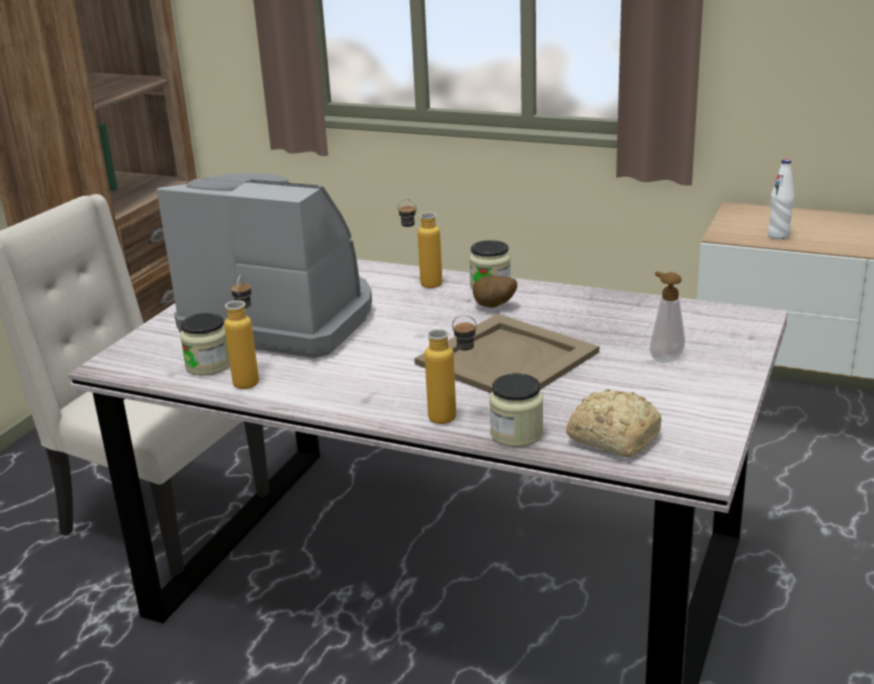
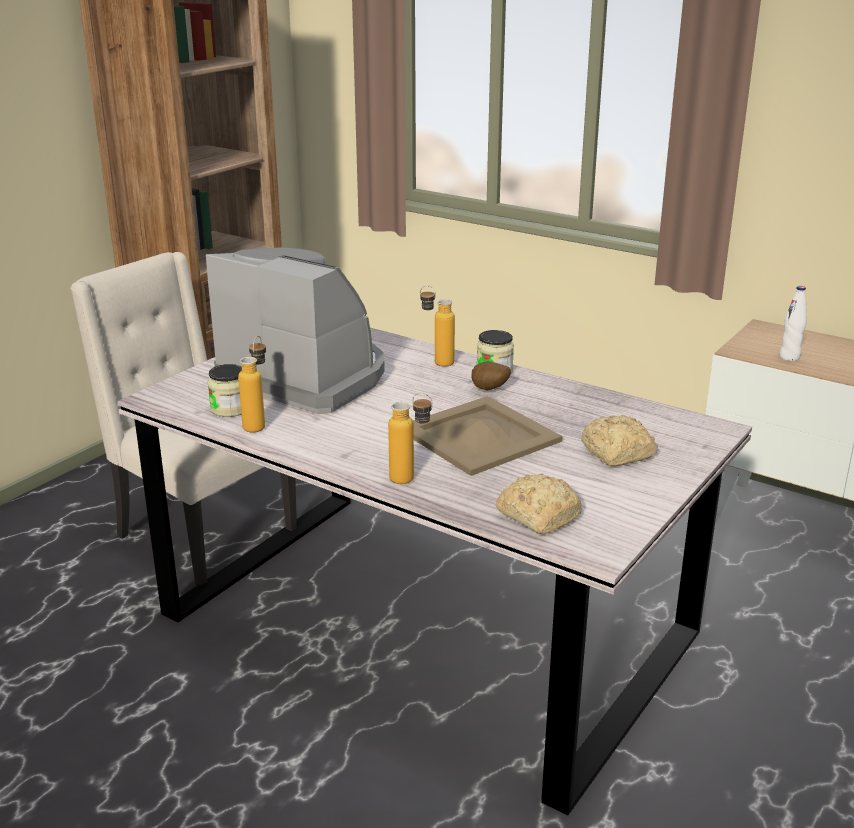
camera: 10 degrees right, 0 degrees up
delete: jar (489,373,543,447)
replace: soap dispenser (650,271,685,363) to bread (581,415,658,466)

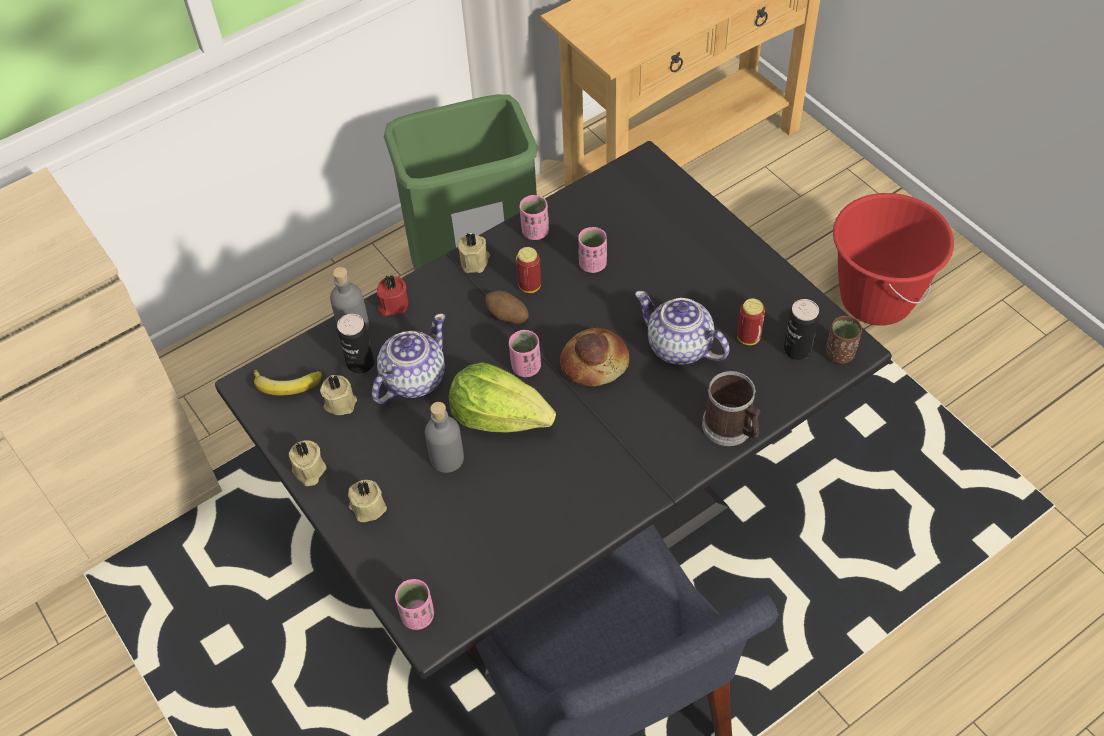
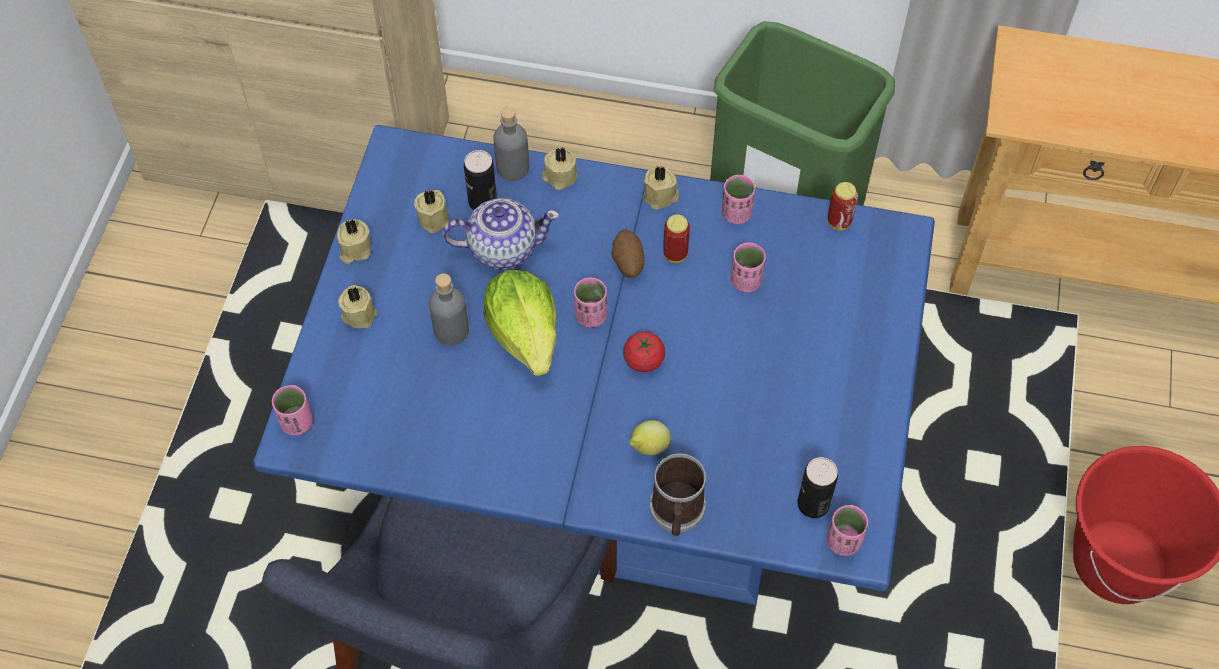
camera: 45 degrees right, 5 degrees up
delete: banana (254,370,322,395); teapot (635,291,730,365)
insert: lemon (630,420,671,455)
move: can (737,298,765,345) to (828,182,858,230)
replace: bread (560,328,629,386) to tomato (623,332,665,372)
recolor: black dining table (215,141,892,679) to blue dining table (253,125,935,605); red candle (377,275,408,316) to beige candle (542,147,578,190); brown cup (826,316,862,364) to pink cup (827,505,868,556)

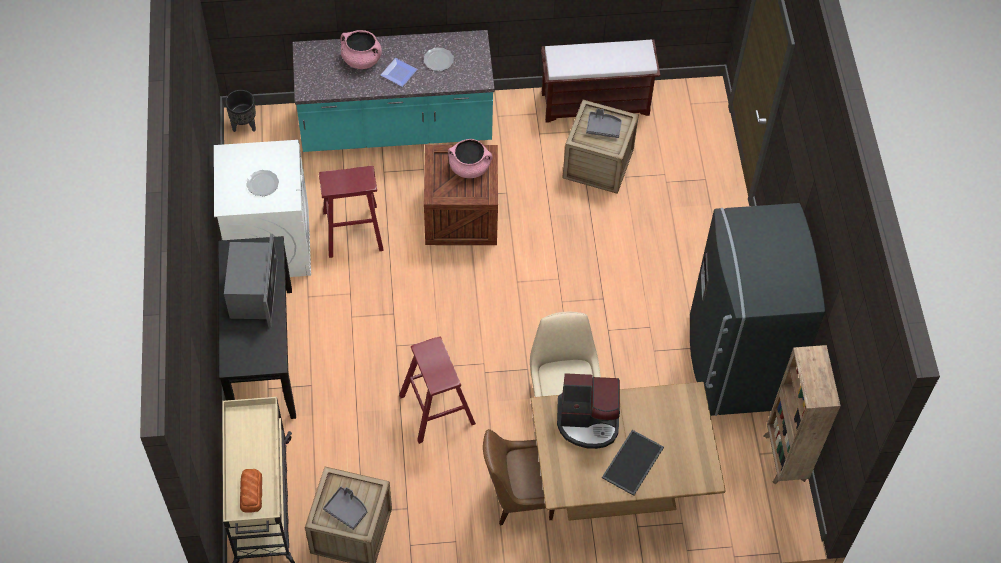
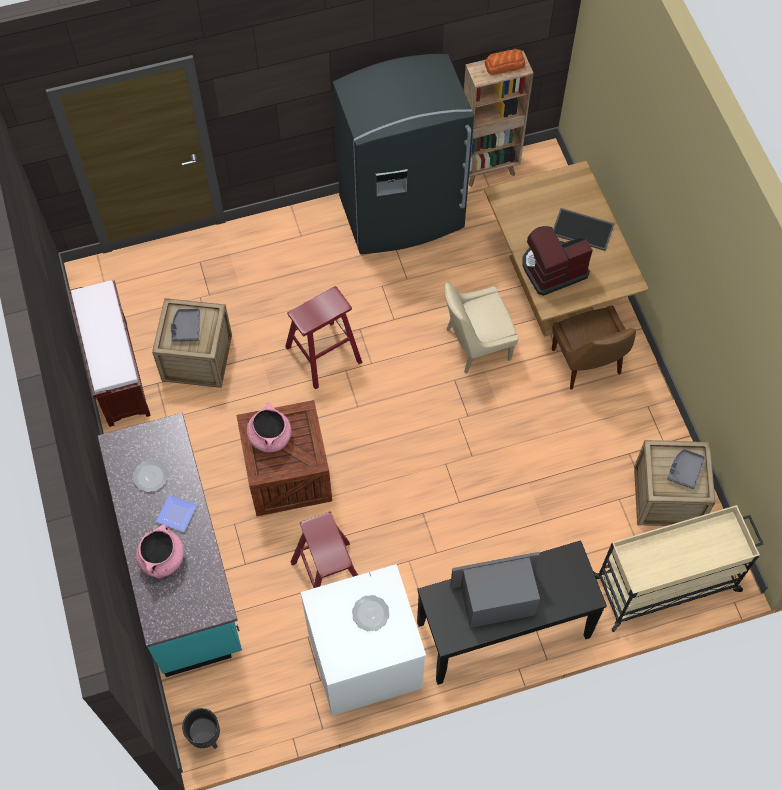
camera: 100 degrees left, 5 degrees up
move: red stool (399,337,476,444) to (285,286,363,390); bread (240,469,262,513) to (485,49,525,75)
rotate: coffee machine (557,373,620,449) = (523,226,593,296) 105 degrees counterclockwise

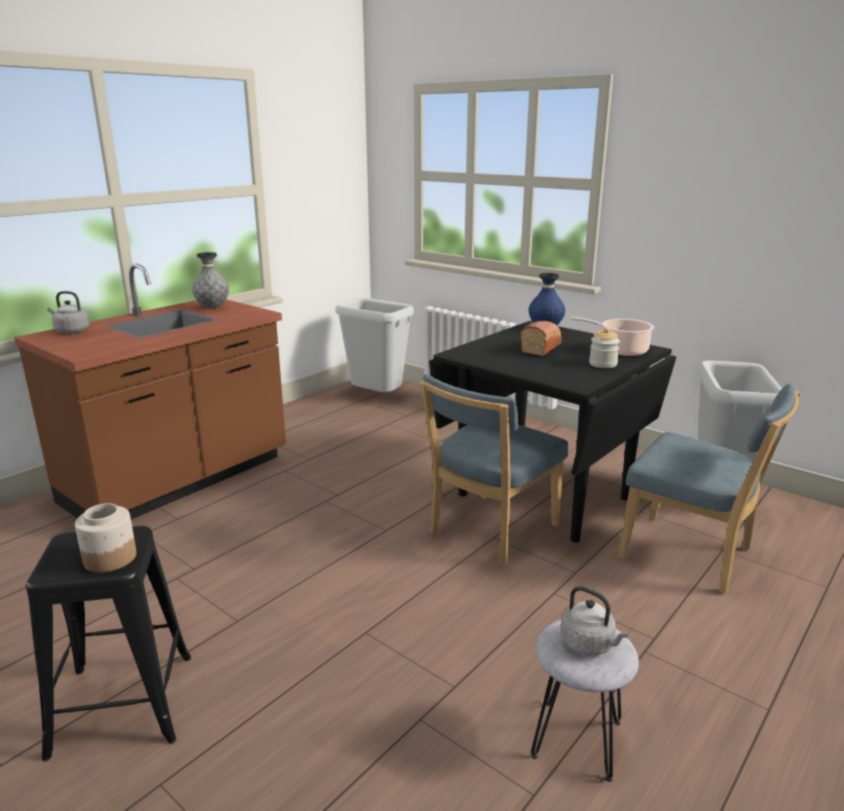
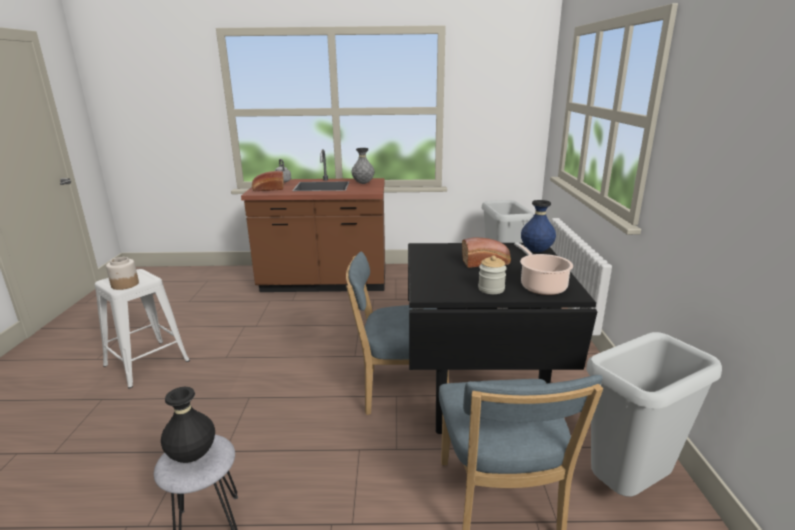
camera: 50 degrees right, 0 degrees up
insert: bread (252,171,284,191)
replace: grey kettle (560,586,629,655) to black vase (161,387,215,463)
recolor: black stool (26,526,192,762) to white stool (95,269,190,388)

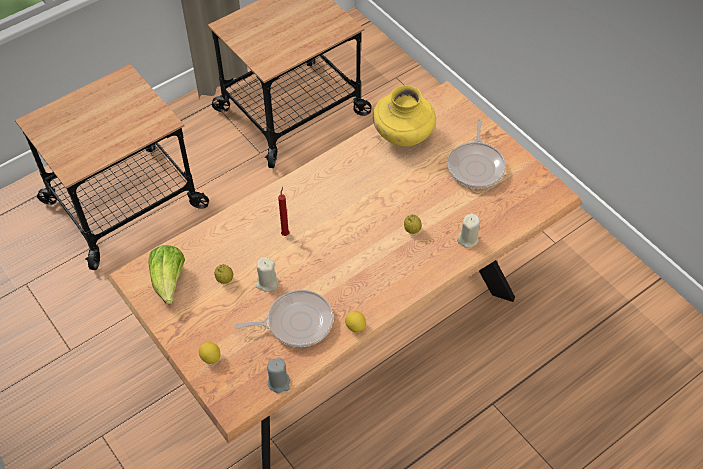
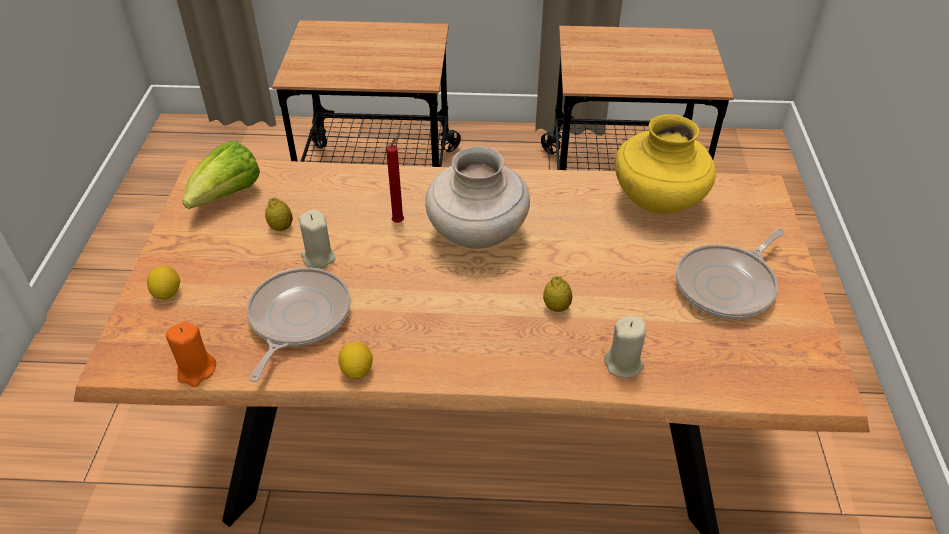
camera: 40 degrees right, 10 degrees down
insert: beige vase (425,146,530,249)
recolor: grey candle (267,358,290,394) to orange candle (166,321,216,387)
rotate: frying pan (234,290,333,347) = (246,267,351,382) 105 degrees counterclockwise

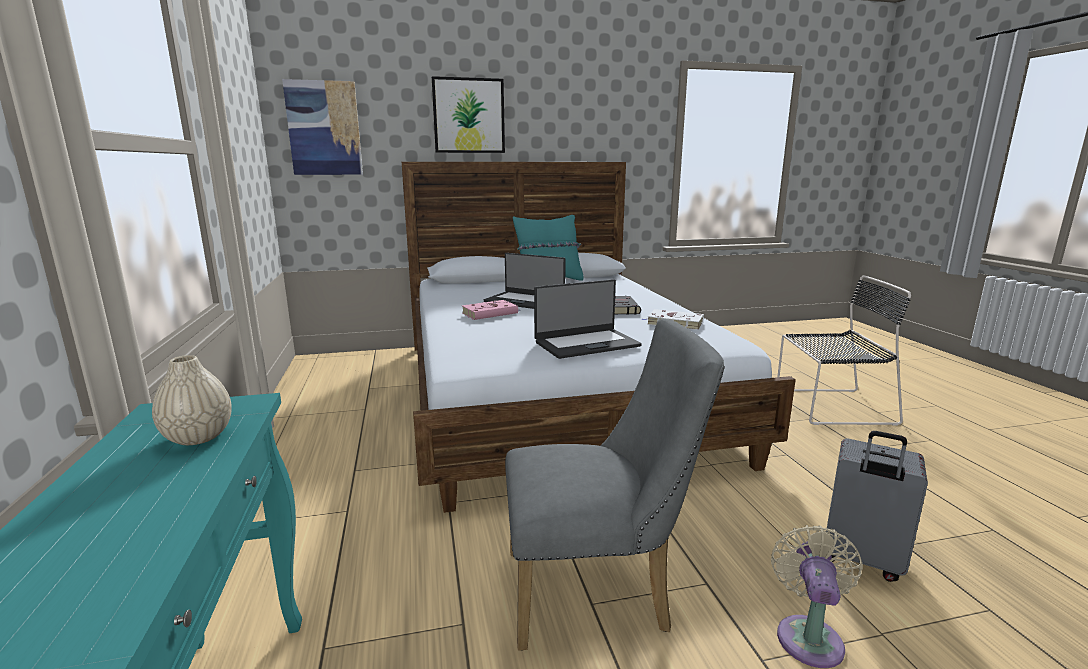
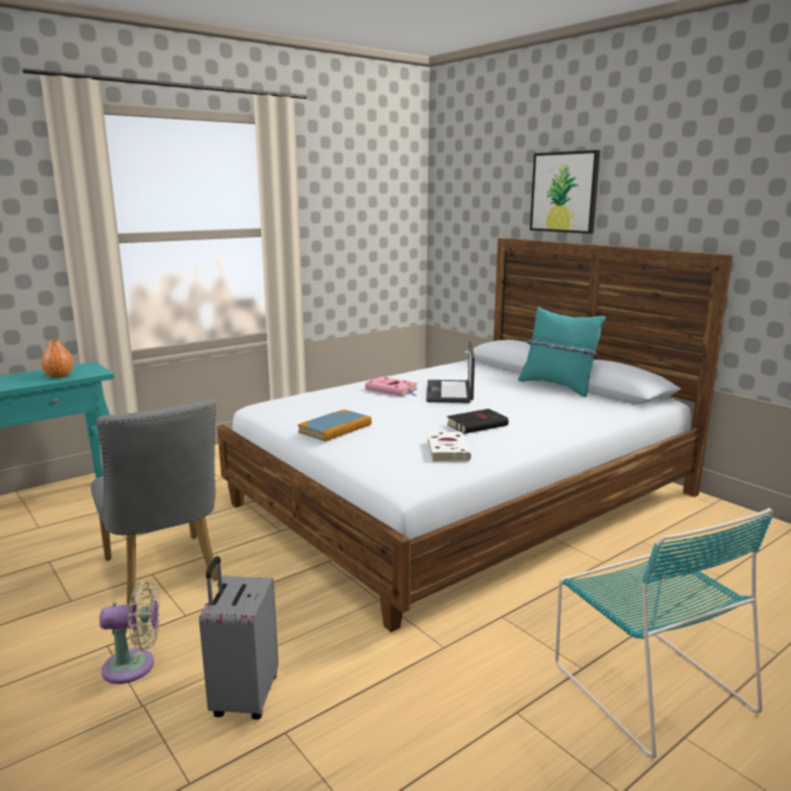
camera: 65 degrees right, 0 degrees up
delete: picture (282,79,363,175)
replace: laptop (534,279,642,359) to book (298,410,372,441)
recolor: beige vase (152,355,232,445) to orange vase (41,340,74,378); black chair (777,275,911,426) to turquoise chair (555,508,773,758)

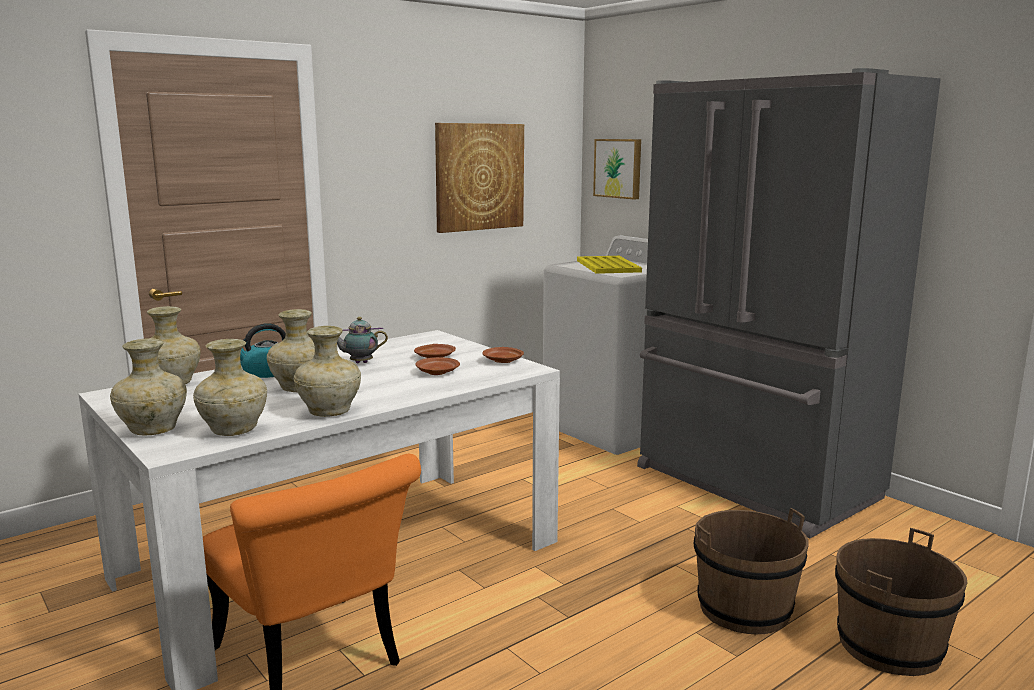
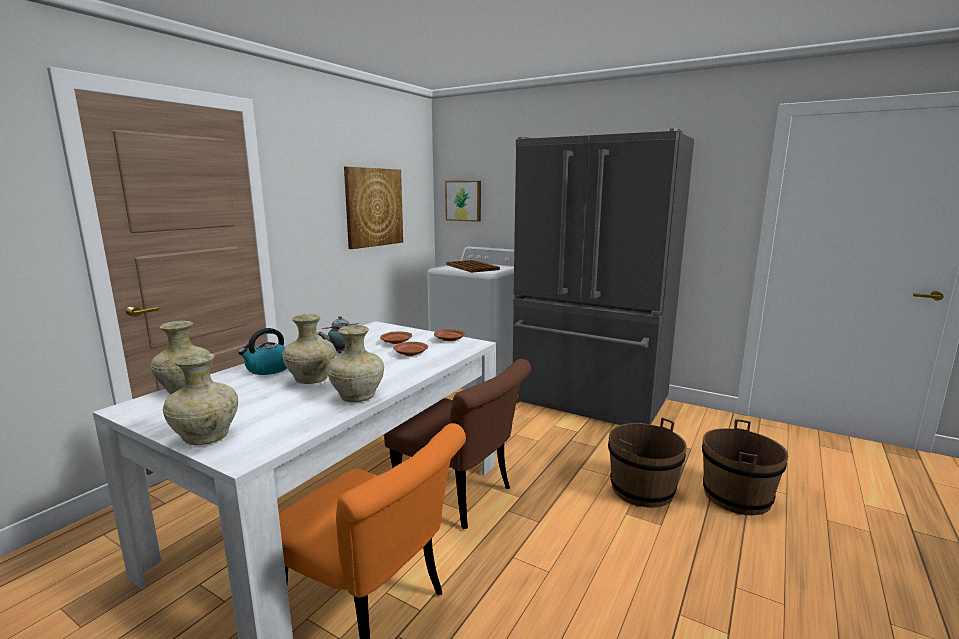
camera: 20 degrees left, 0 degrees up
delete: beige vase (193,339,267,436)
insert: brown chair (384,359,531,529)
recolor: yellow tray (577,256,642,274) to brown tray (446,260,500,273)

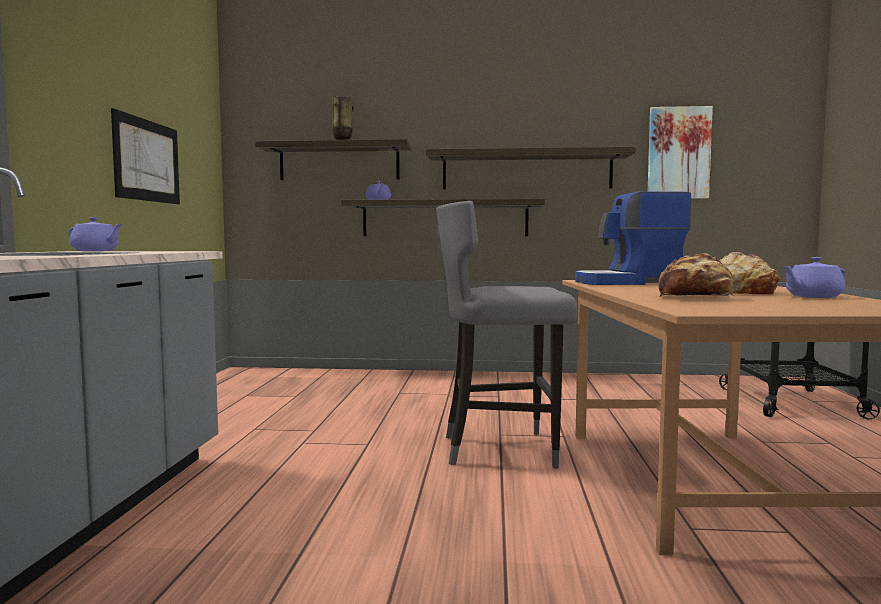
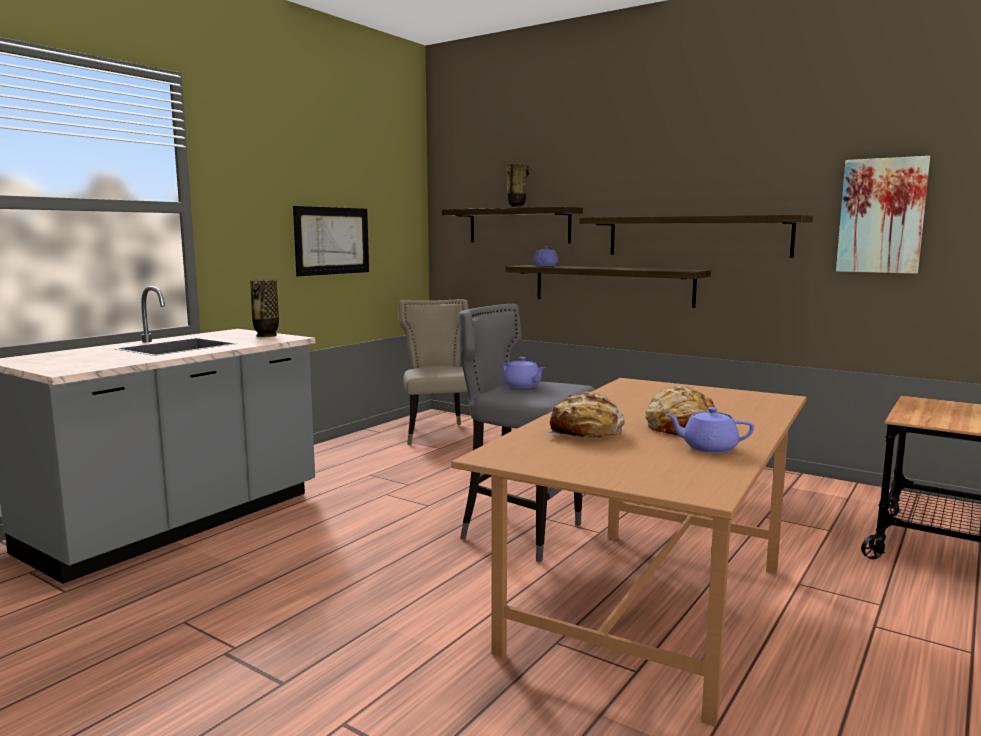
camera: 30 degrees right, 5 degrees up
delete: coffee machine (575,191,691,285)
insert: vase (250,280,279,337); beige chair (399,299,474,445)
move: purple teapot (69,217,122,251) to (503,357,545,388)

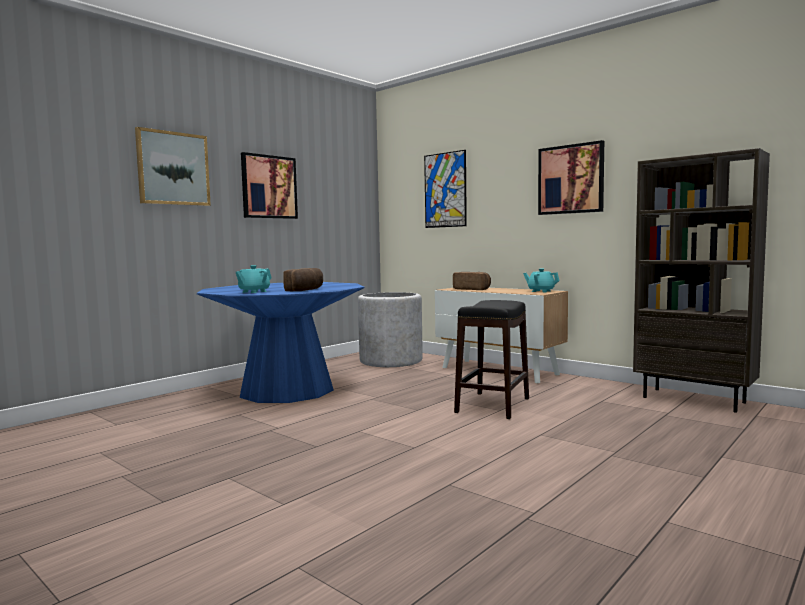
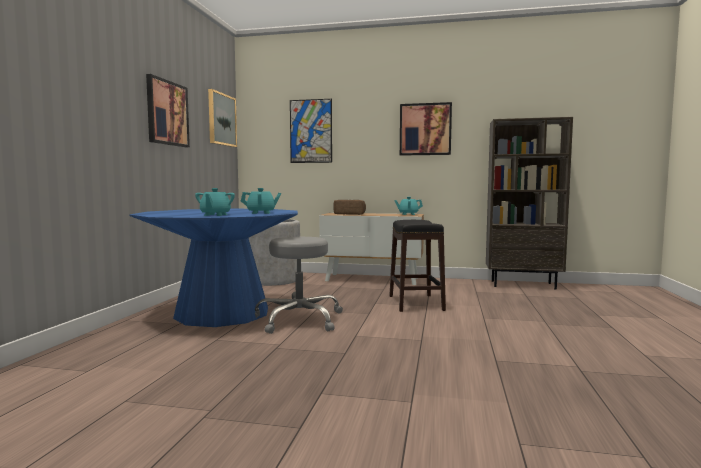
camera: 30 degrees left, 0 degrees up
insert: grey stool (255,237,343,334)
move: picture (135,127,211,206) to (208,89,237,147)
replace: bread (283,268,323,291) to turquoise teapot (241,188,281,214)

